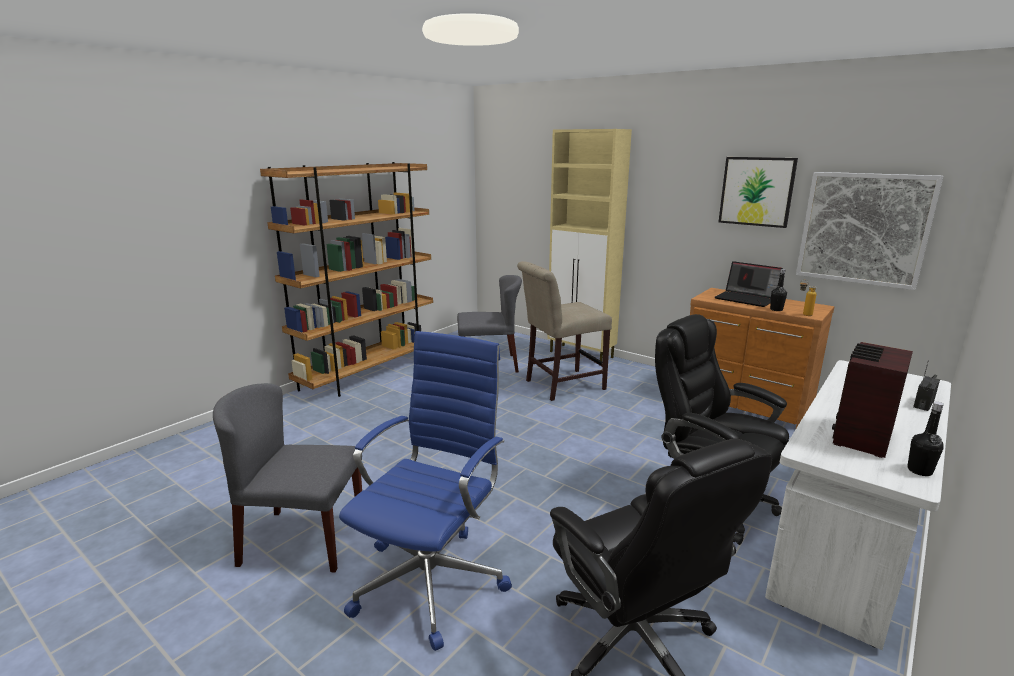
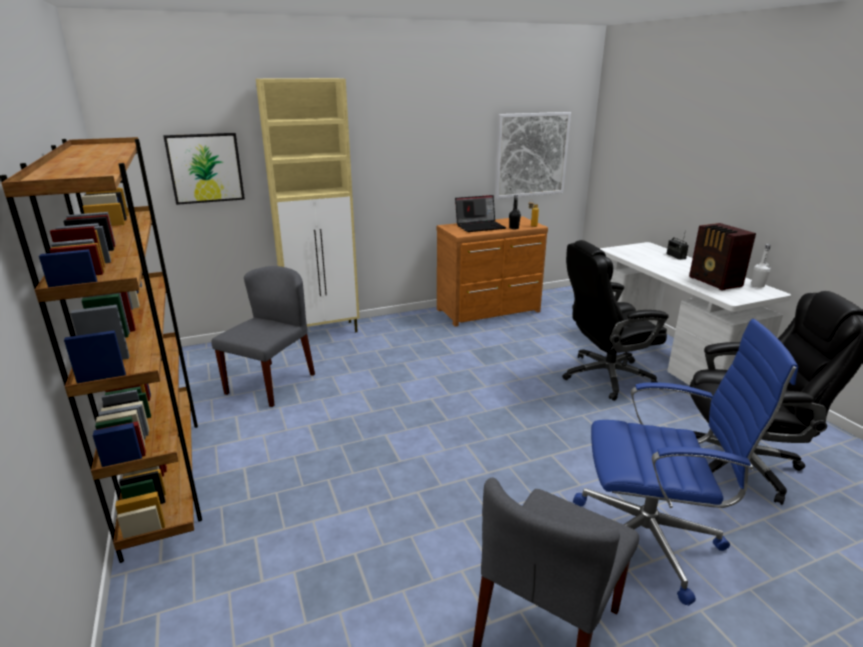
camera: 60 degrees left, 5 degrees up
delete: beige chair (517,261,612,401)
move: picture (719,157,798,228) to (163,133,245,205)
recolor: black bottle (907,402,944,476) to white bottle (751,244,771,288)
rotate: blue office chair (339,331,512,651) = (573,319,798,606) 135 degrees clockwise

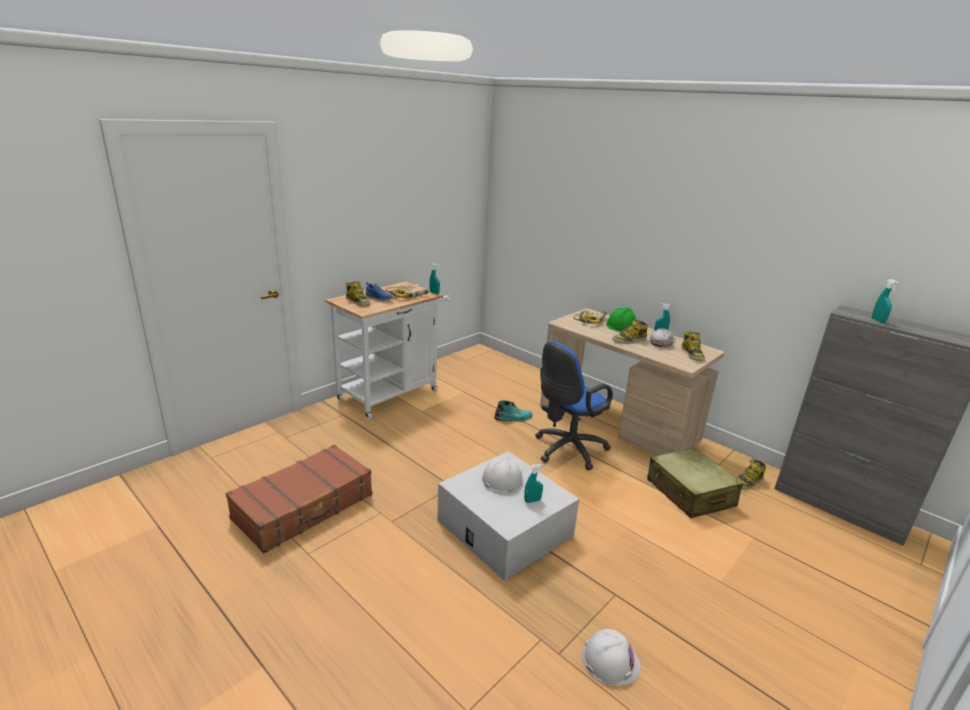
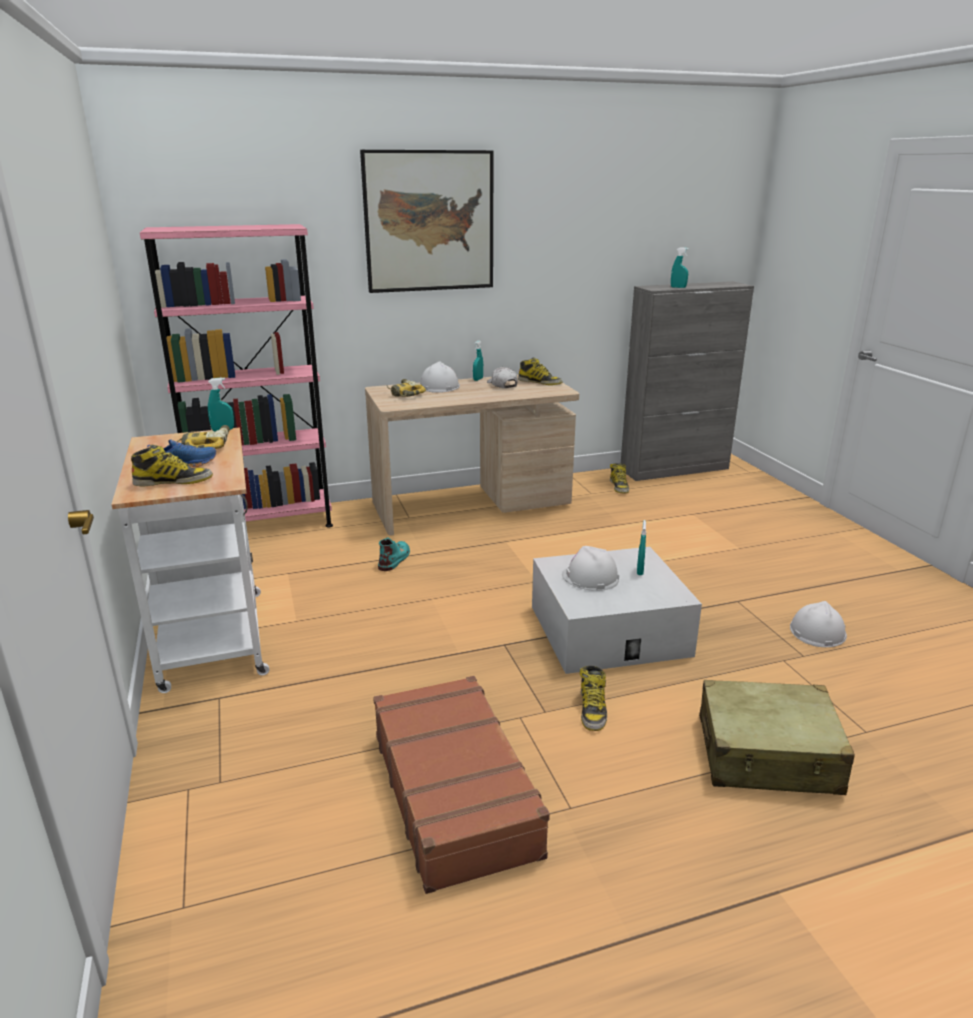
camera: 60 degrees left, 0 degrees up
delete: blue office chair (535,341,613,470)
insert: pink bookcase (140,224,333,527); picture (360,150,494,293)
move: boot (613,319,647,344) to (580,666,607,731); beige suitcase (647,447,743,518) to (699,680,855,795)
recolor: green hard hat (606,308,636,331) to white hard hat (420,361,460,393)

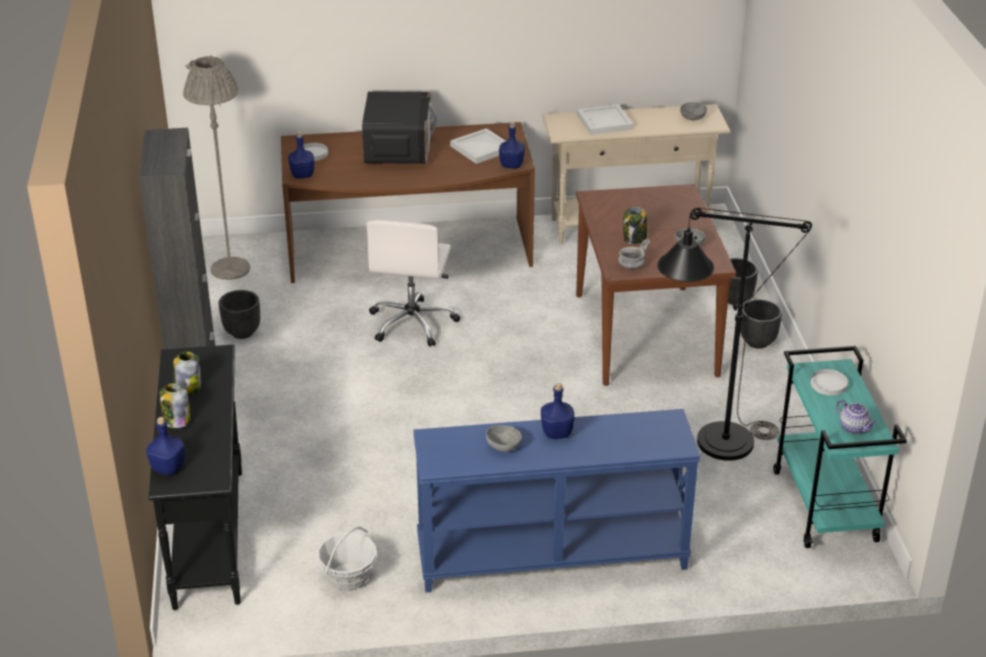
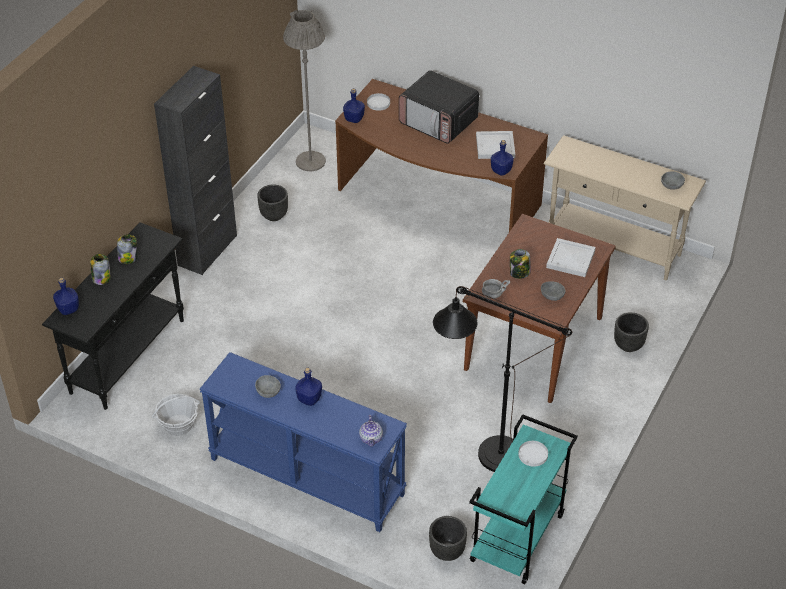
camera: 35 degrees right, 10 degrees up
delete: white office chair (366,220,460,347)
move: teapot (836,400,876,434) to (359,415,383,447); black planter (740,299,782,349) to (429,516,467,561); white tray (577,104,633,135) to (546,238,596,277)
rotate: microwave (362,91,437,164) = (399,70,479,144) 90 degrees clockwise

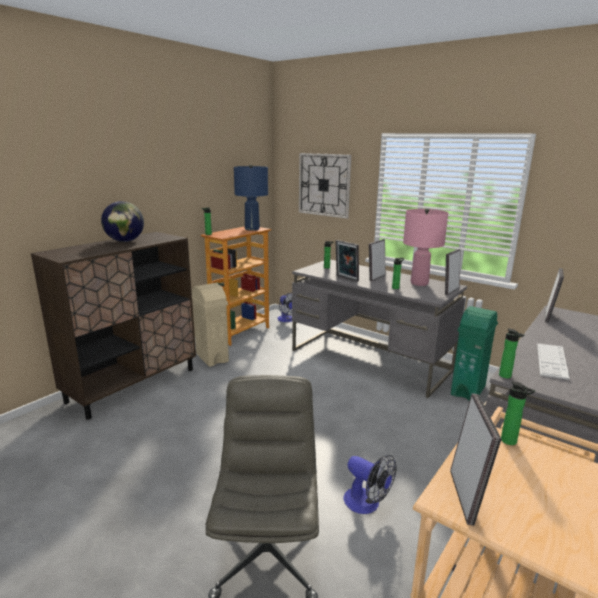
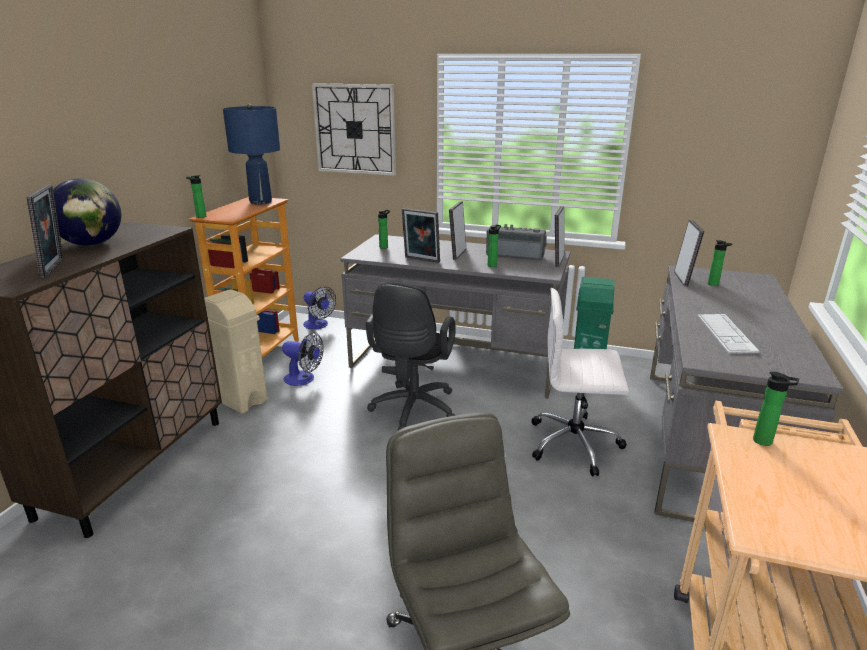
camera: 20 degrees left, 5 degrees up
insert: black office chair (366,282,456,430); white office chair (532,288,629,477)
move: picture frame (450,393,501,526) to (26,185,63,278); fan (343,455,397,514) to (282,332,324,386); bottle (499,328,524,378) to (708,240,732,286)
replace: pink table lamp (403,208,448,286) to radio (486,224,547,260)

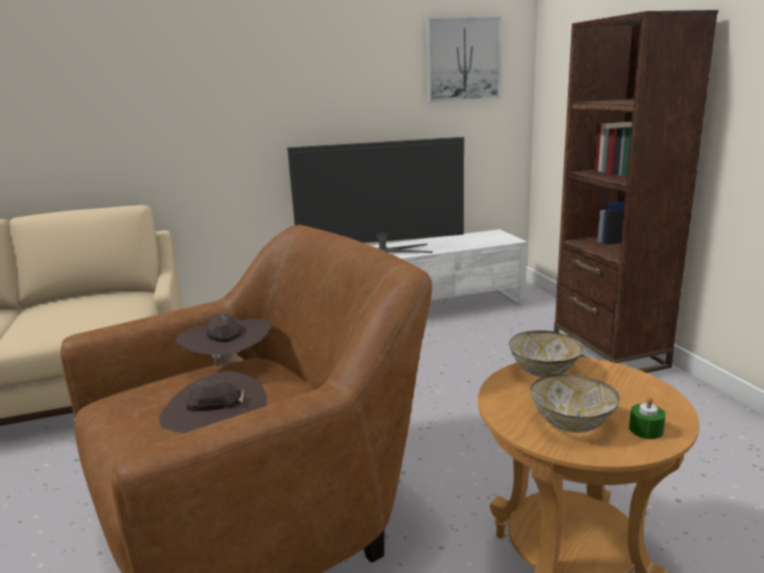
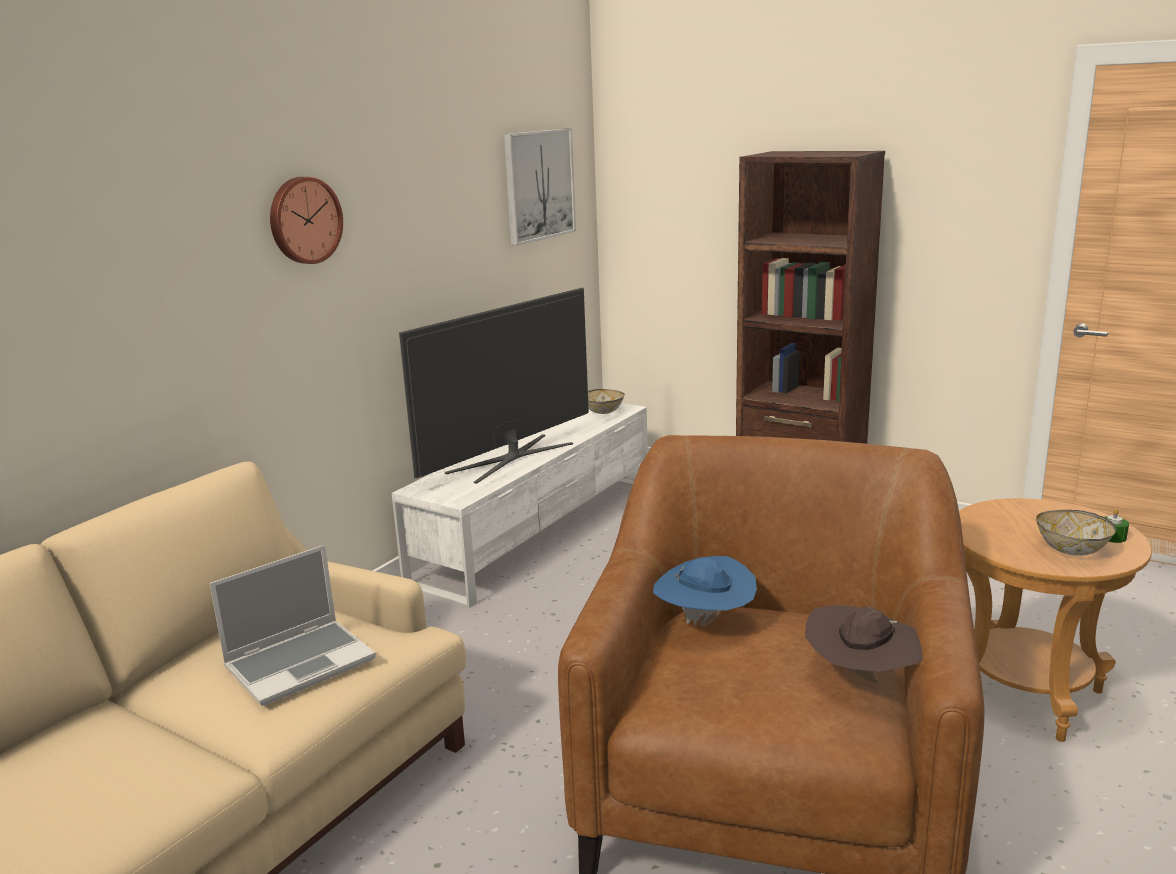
camera: 40 degrees left, 0 degrees up
insert: laptop (210,545,376,706); wall clock (270,177,343,264)
move: bowl (509,330,583,377) to (588,389,625,414)
recolor: brown hat (175,313,272,366) to blue hat (653,556,757,627)

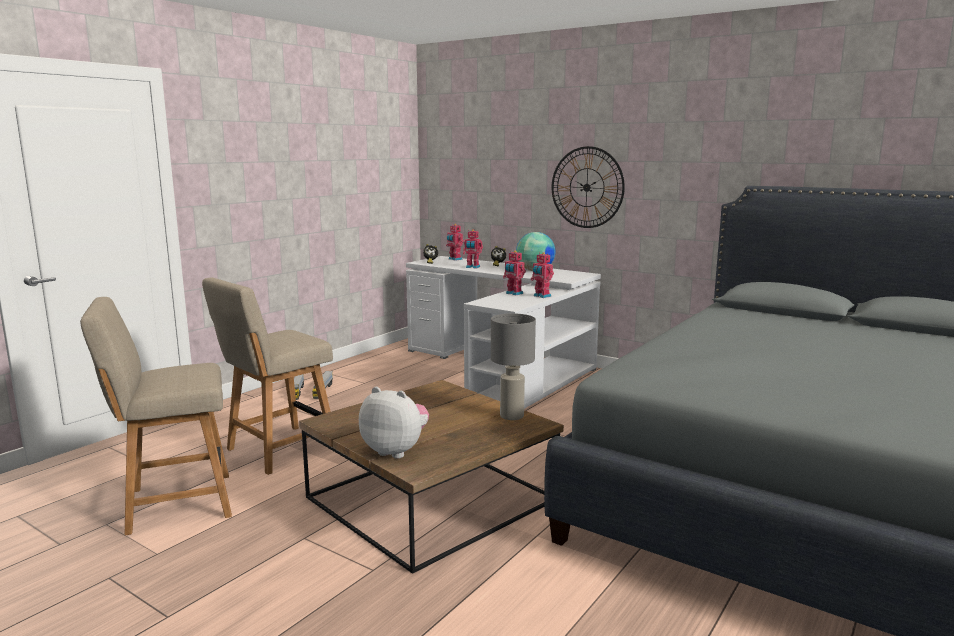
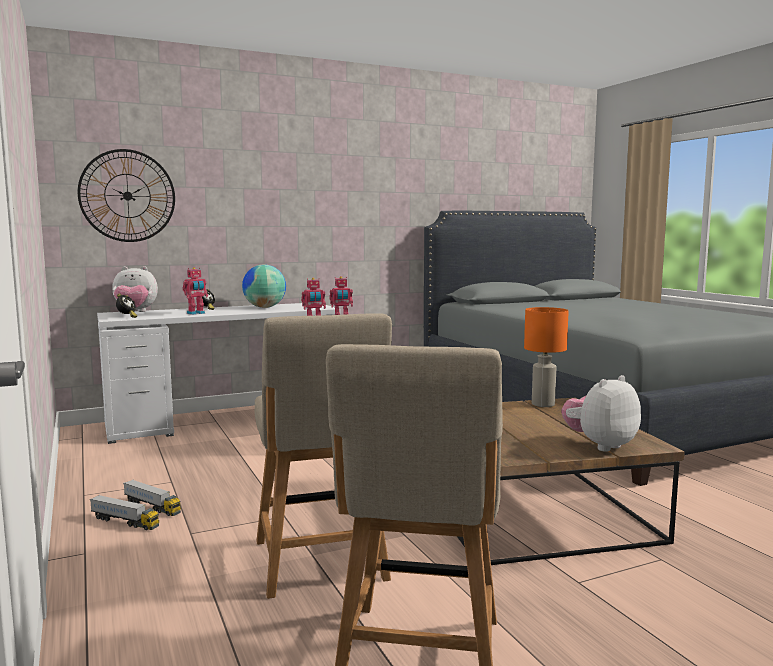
camera: 60 degrees left, 5 degrees down
move: wall clock (551,146,625,228) to (78,149,175,242)
replace: toy robot (446,224,463,261) to plush toy (112,266,158,312)
recolor: grey table lamp (491,313,536,420) to orange table lamp (524,307,569,407)

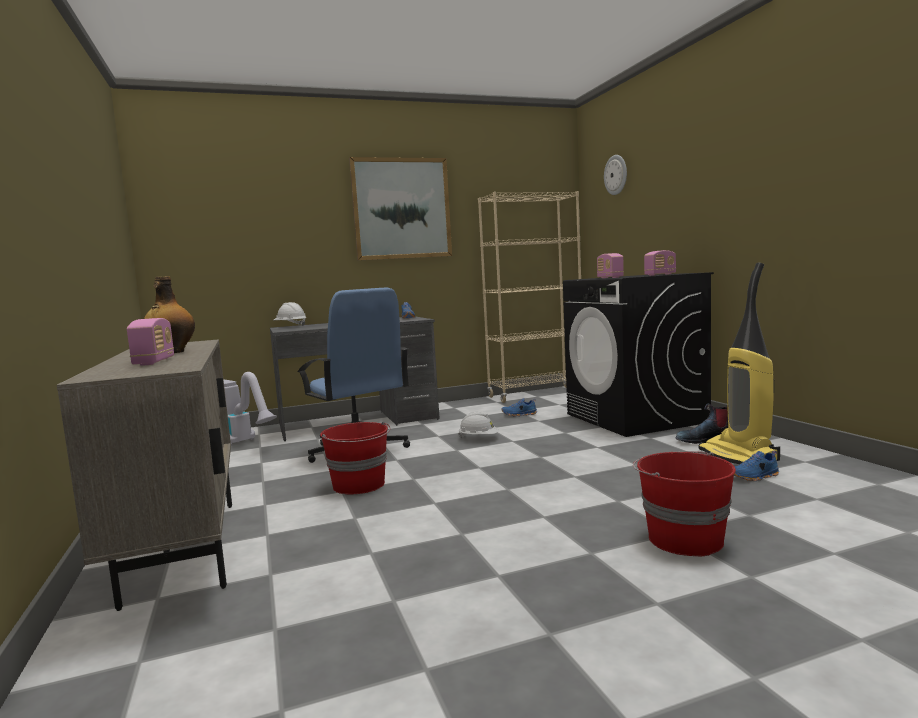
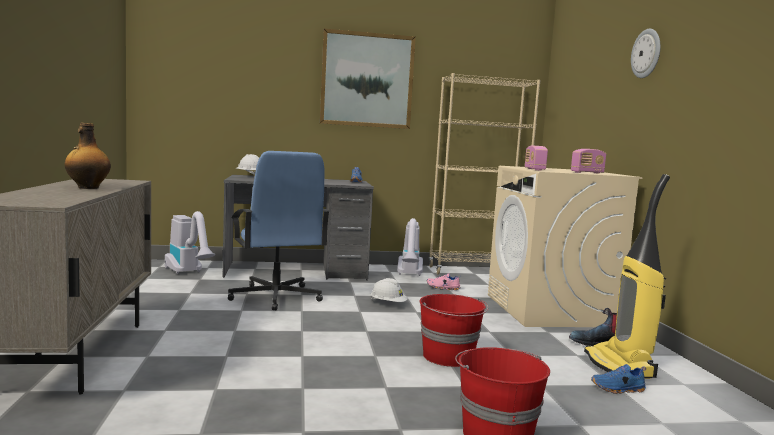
camera: 10 degrees right, 0 degrees up
delete: radio (127,318,174,366)
insert: vacuum cleaner (397,218,423,276)
move: red bucket (320,422,390,495) to (420,294,488,367); wall clock (604,155,627,195) to (631,29,661,78)
recolor: blue shoe (501,398,537,417) to pink shoe (427,273,461,290); black washing machine (563,272,714,437) to beige washing machine (488,166,643,327)

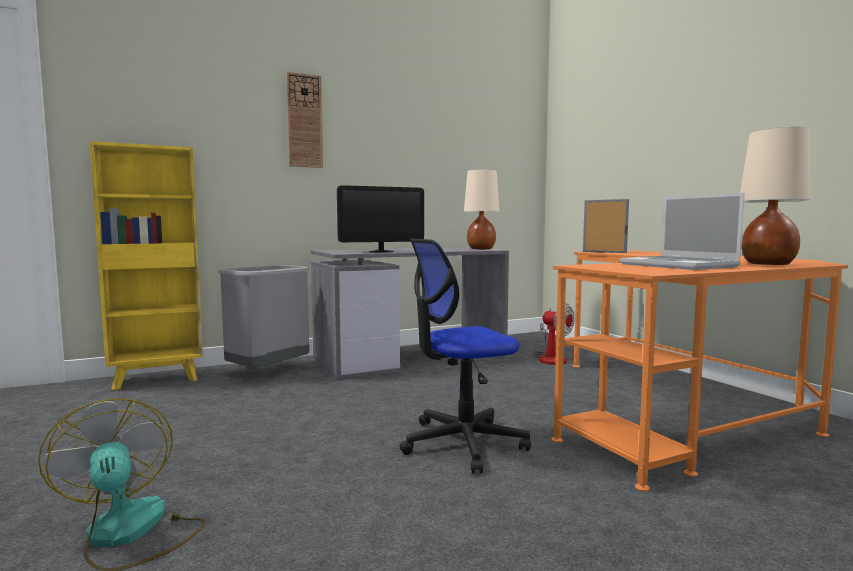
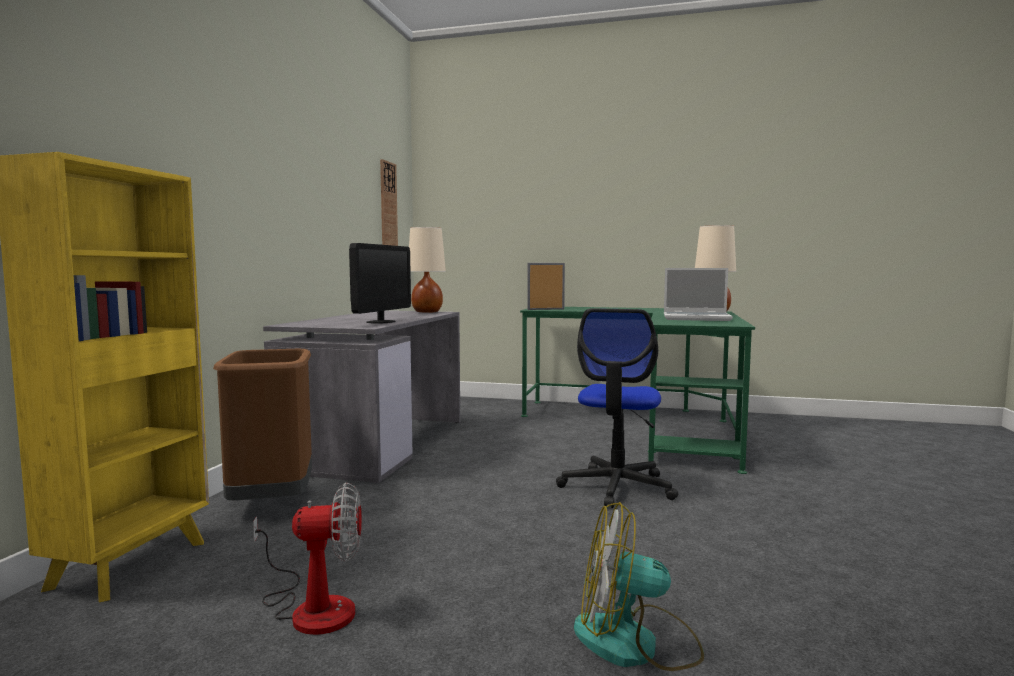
camera: 50 degrees left, 0 degrees up
move: fan (534,303,574,365) to (253,482,362,635); wall clock (286,72,323,168) to (380,159,398,246)
recolor: grey trash can (218,265,309,367) to brown trash can (213,349,312,501); orange desk (552,250,848,491) to green desk (520,307,755,474)

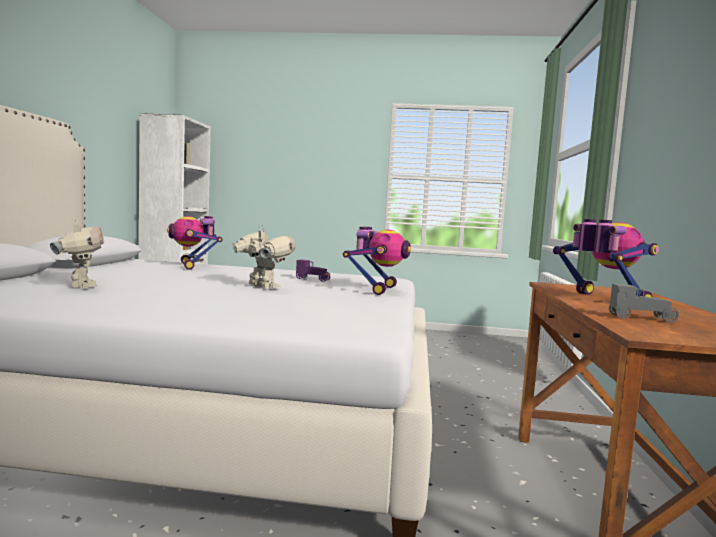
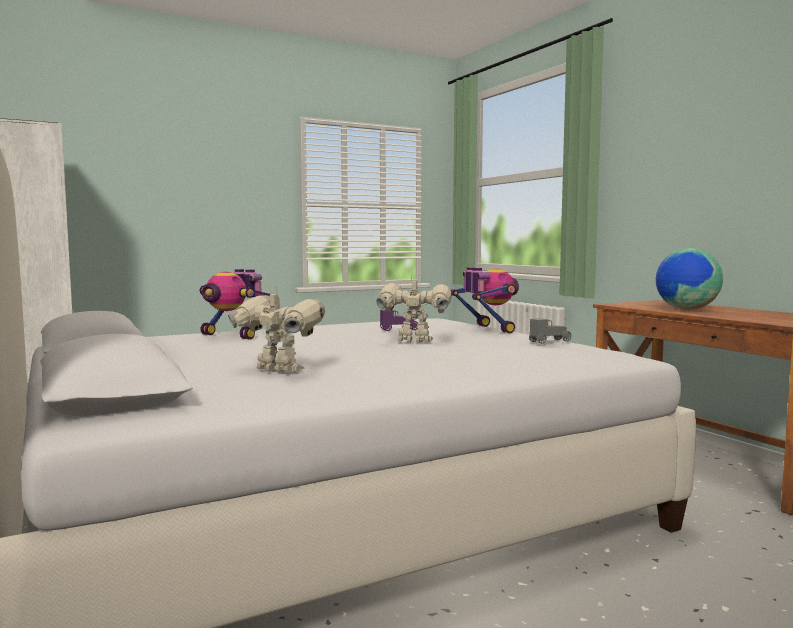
camera: 35 degrees left, 0 degrees up
move: grey toy car (609,284,679,322) to (529,318,571,344)
replace: toy robot (553,219,659,297) to globe (656,248,723,310)

